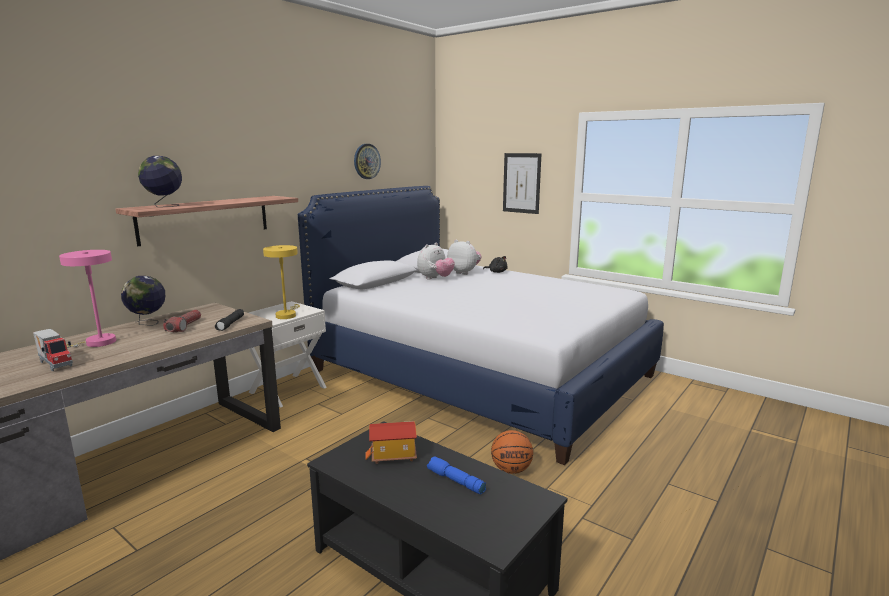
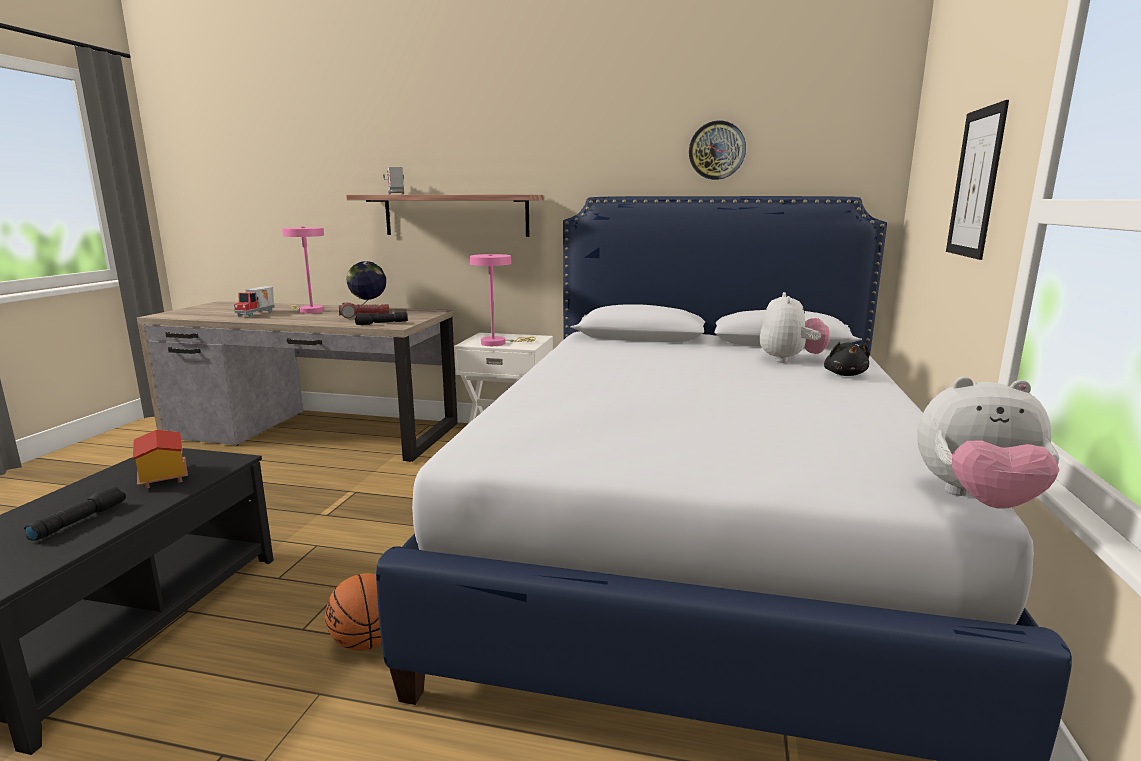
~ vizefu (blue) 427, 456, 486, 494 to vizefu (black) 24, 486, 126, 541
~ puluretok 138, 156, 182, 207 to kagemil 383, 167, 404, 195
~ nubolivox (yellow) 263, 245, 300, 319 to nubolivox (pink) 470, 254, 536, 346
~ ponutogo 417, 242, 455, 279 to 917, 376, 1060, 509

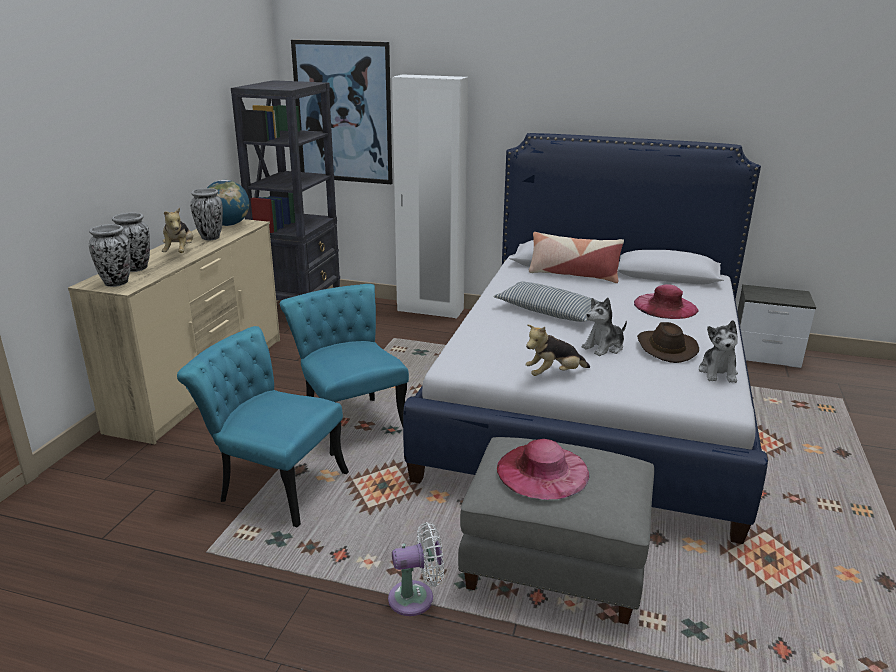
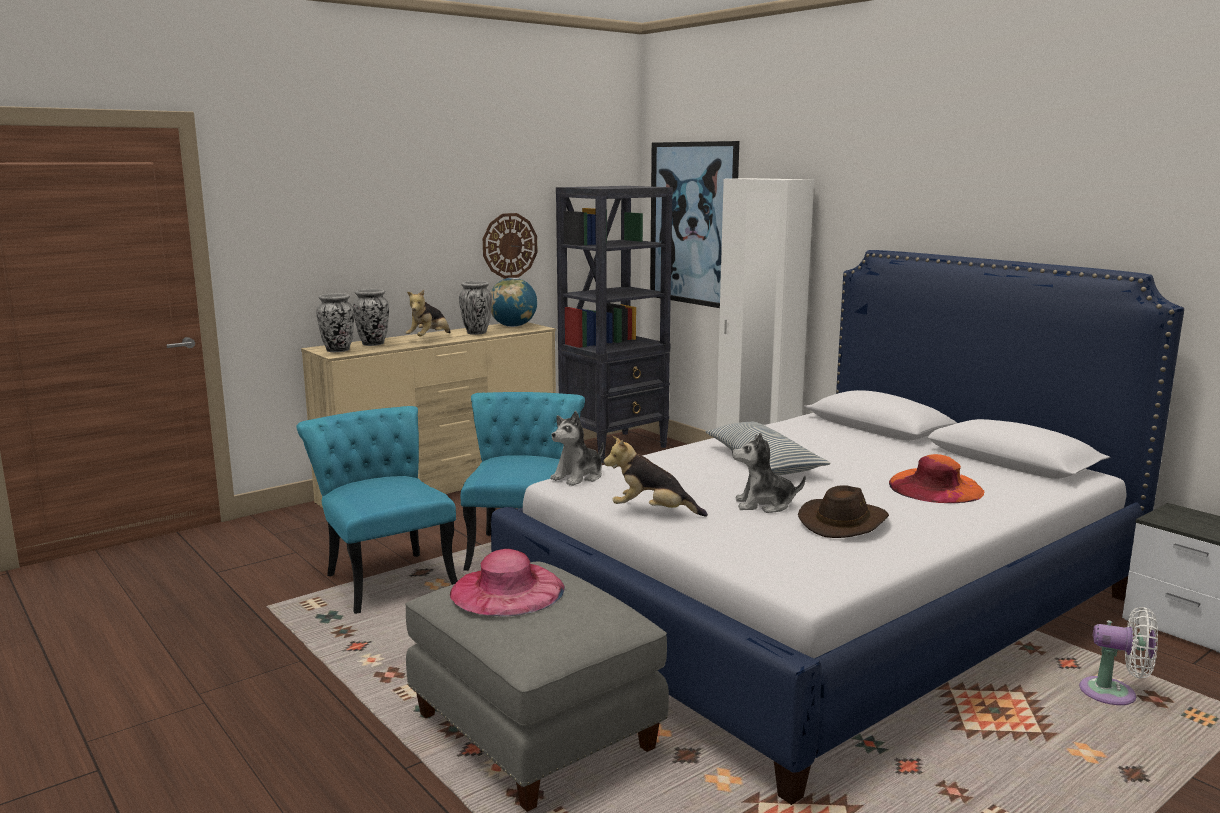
+ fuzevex 483, 213, 537, 279
~ ponutogo 699, 320, 738, 383 to 550, 411, 604, 486
~ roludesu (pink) 634, 284, 698, 319 to roludesu (orange) 889, 454, 984, 503
~ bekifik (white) 388, 522, 444, 616 to 1079, 607, 1158, 705
- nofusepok 529, 232, 624, 283

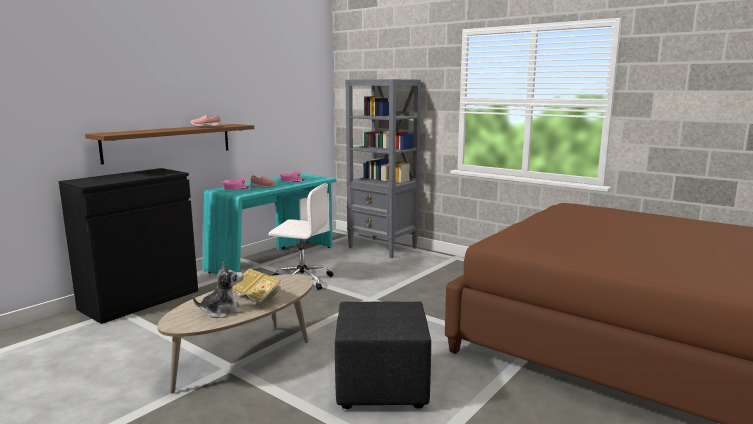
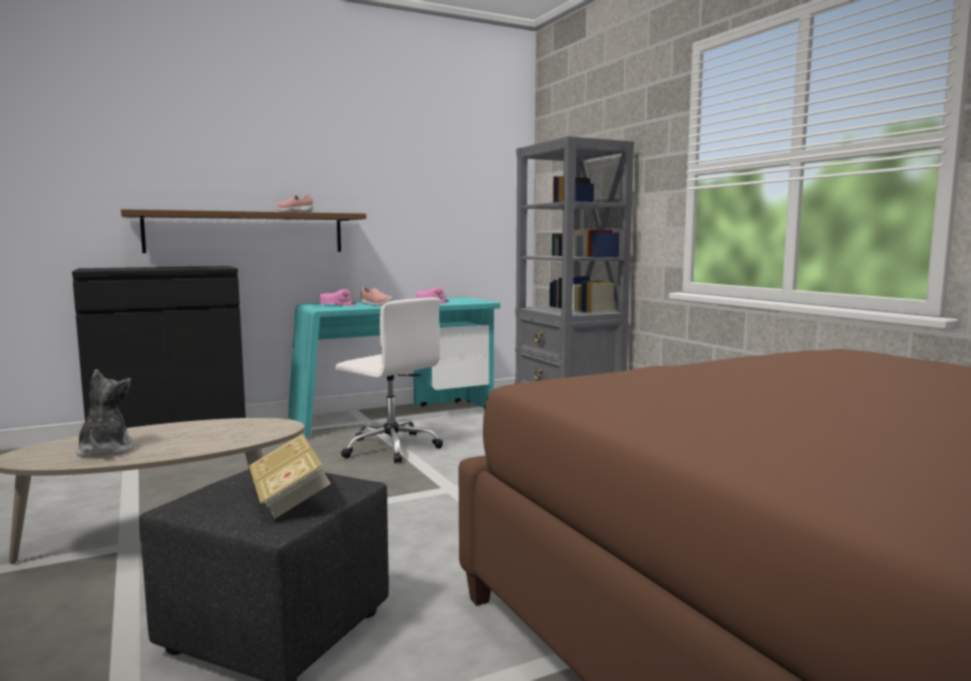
~ ponutogo 193, 261, 243, 318 = 75, 369, 134, 457 105 degrees counterclockwise
~ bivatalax 233, 268, 282, 306 to 249, 434, 331, 519

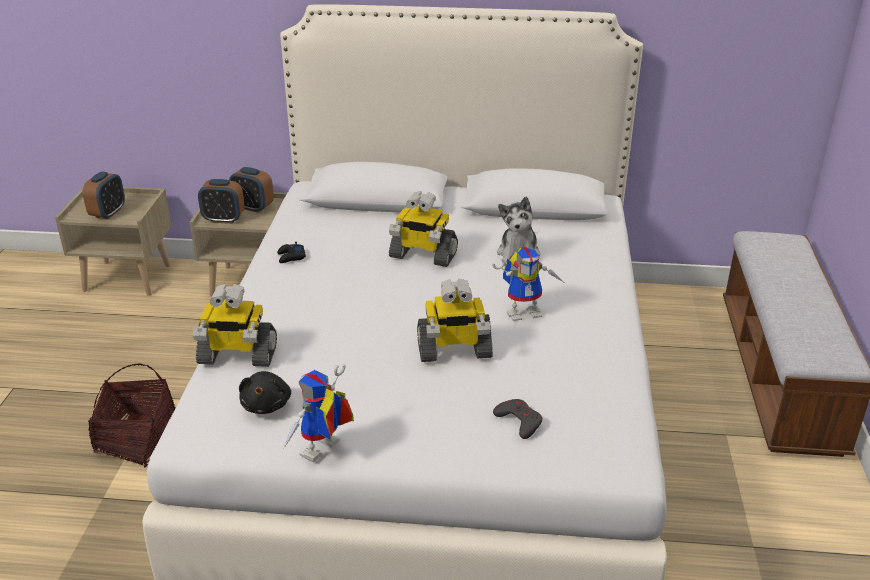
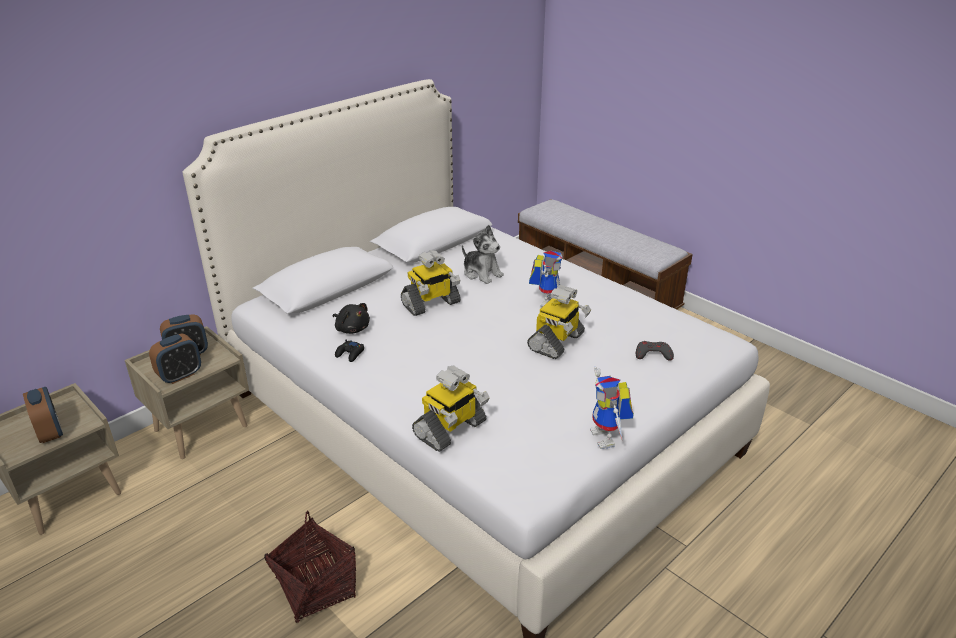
~ ponutogo (black) 239, 371, 291, 414 to 333, 303, 370, 334

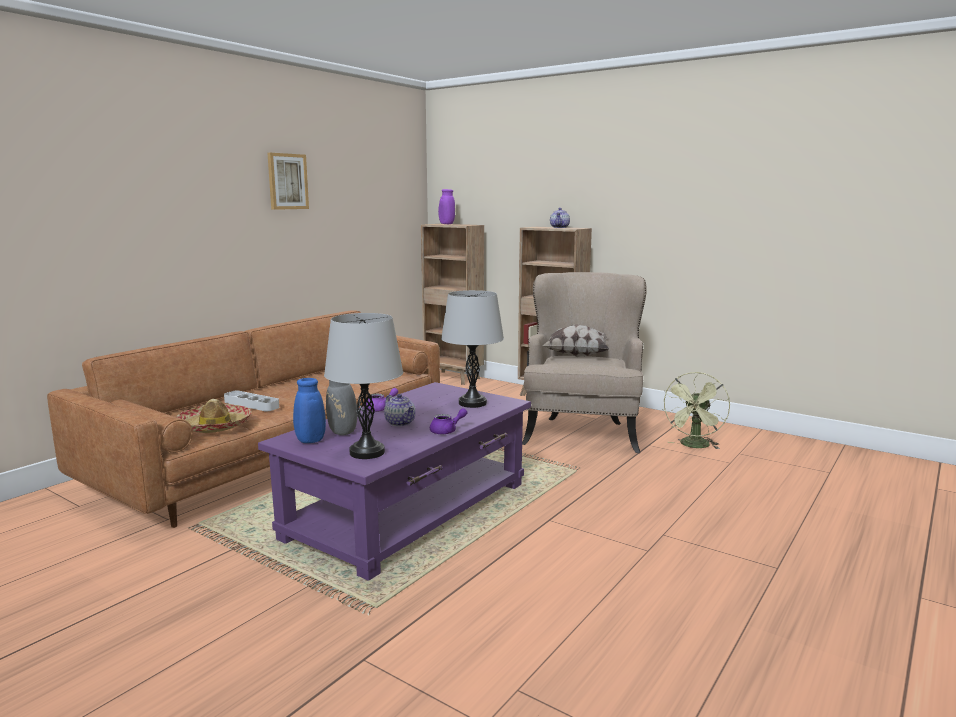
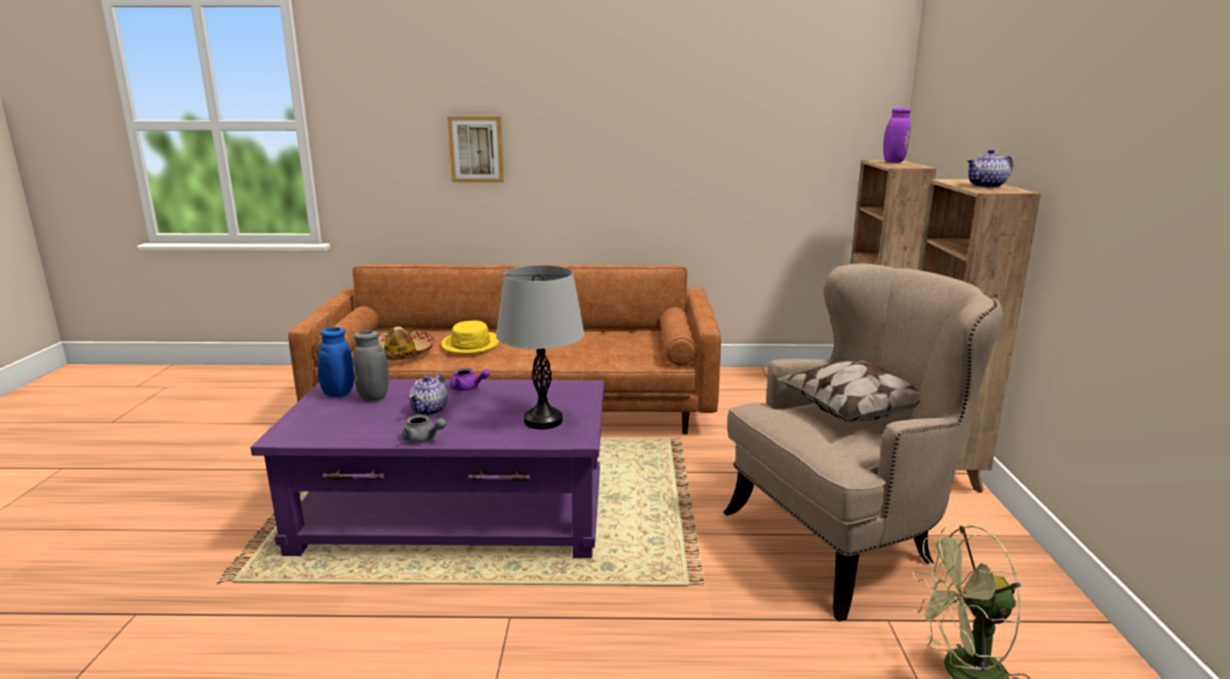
~ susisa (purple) 430, 408, 467, 434 to susisa (grey) 402, 415, 447, 442
~ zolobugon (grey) 224, 390, 279, 412 to roludesu (yellow) 441, 320, 499, 354
~ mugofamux 267, 153, 309, 210 to 447, 117, 504, 182
- nubolivox (grey) 324, 313, 403, 459

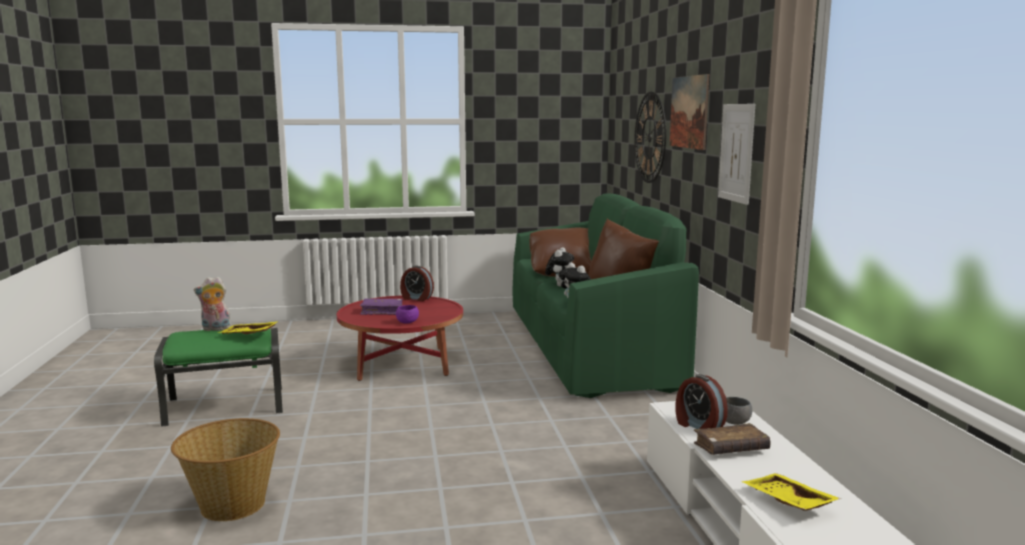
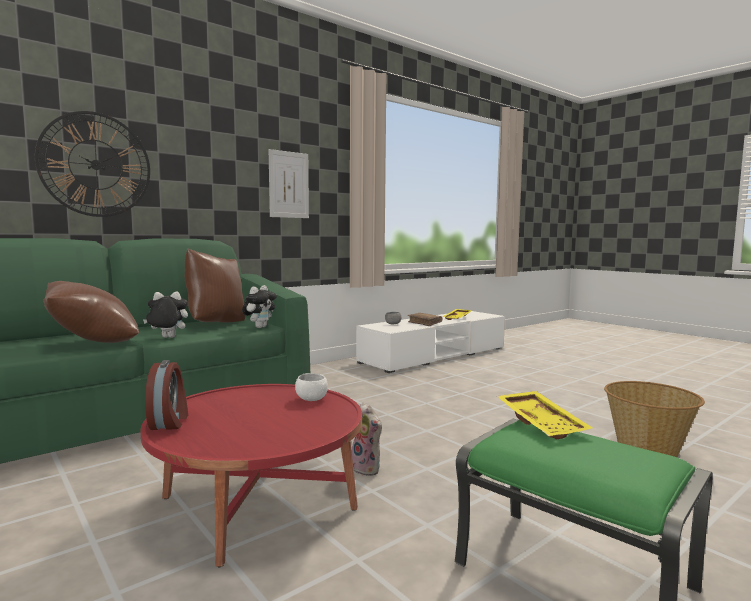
~ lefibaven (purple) 396, 305, 419, 324 to lefibaven (white) 295, 373, 328, 401
~ ponutogo 194, 276, 232, 331 to 352, 403, 383, 476
- bivatalax (purple) 360, 299, 403, 315
- mugofamux 670, 74, 709, 150
- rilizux 675, 374, 728, 429

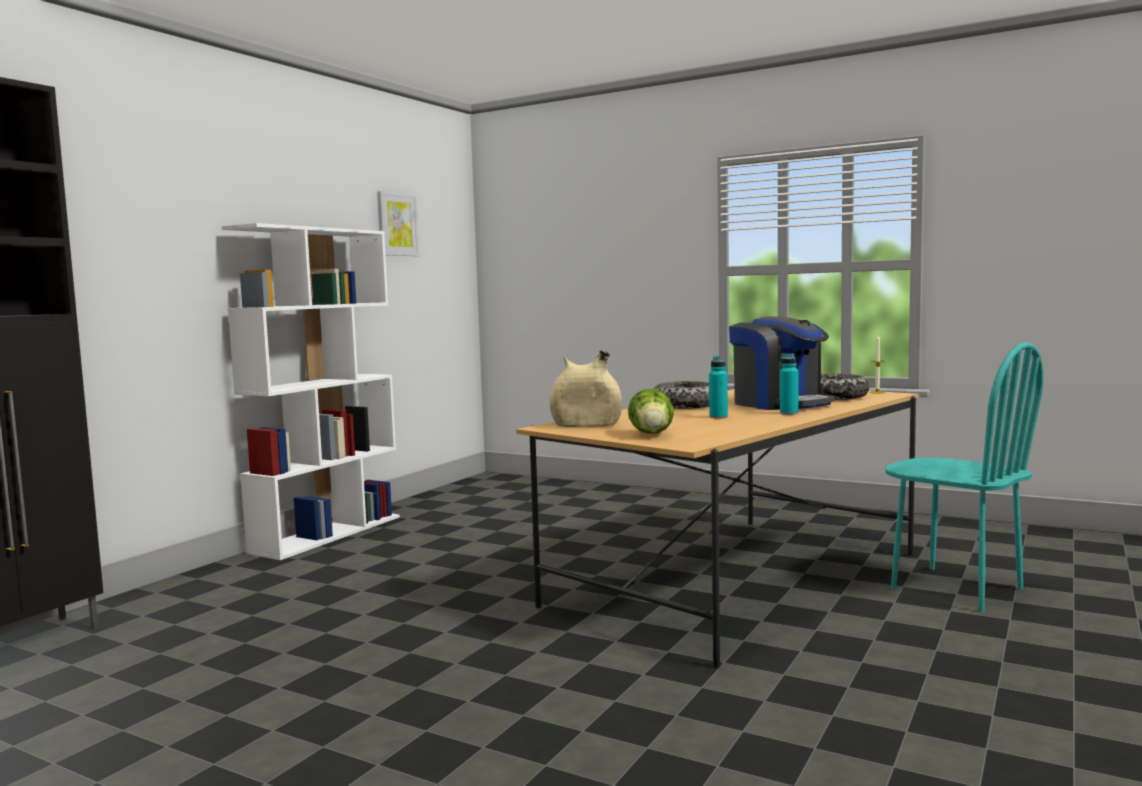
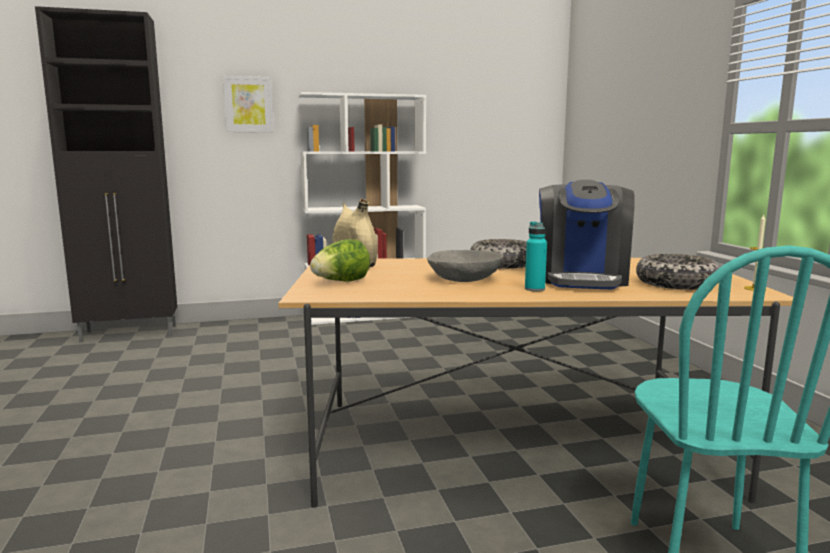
~ mugofamux 377, 191, 419, 256 to 223, 76, 274, 132
~ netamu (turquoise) 709, 356, 728, 419 to lefibaven (grey) 427, 250, 503, 282

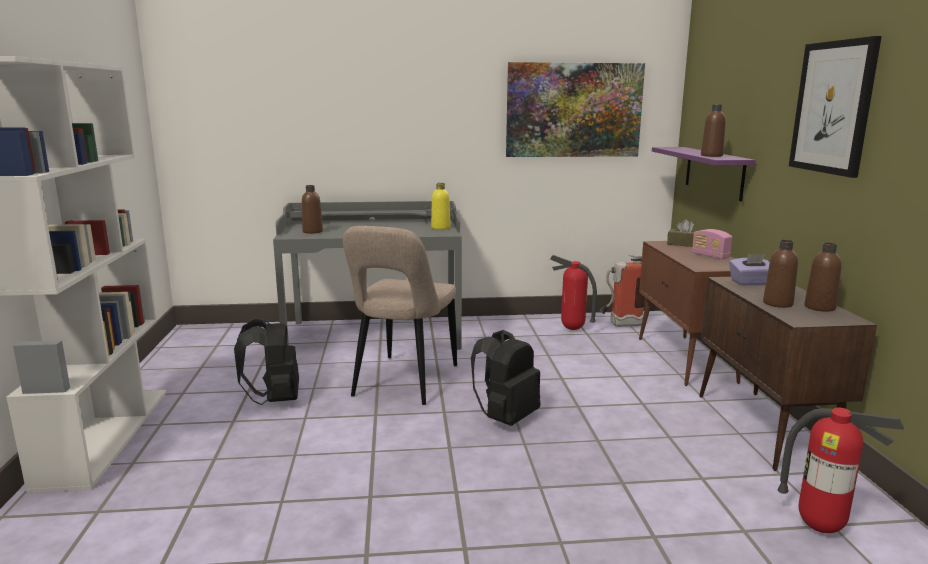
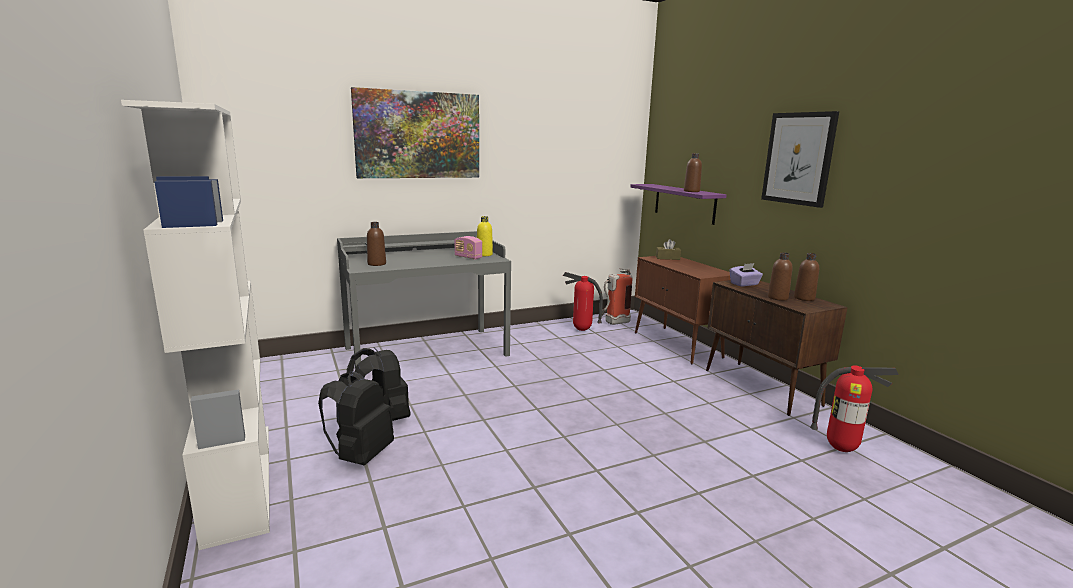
~ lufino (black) 471, 330, 541, 426 to 318, 371, 394, 465
~ mugofamux 506, 62, 645, 157 to 351, 87, 479, 178
~ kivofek 692, 229, 732, 260 to 454, 236, 482, 260
- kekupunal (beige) 343, 226, 457, 405

